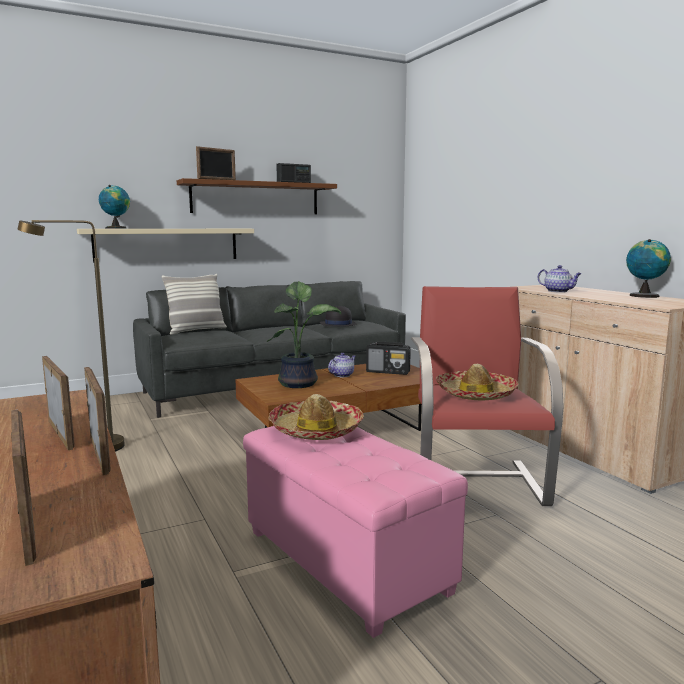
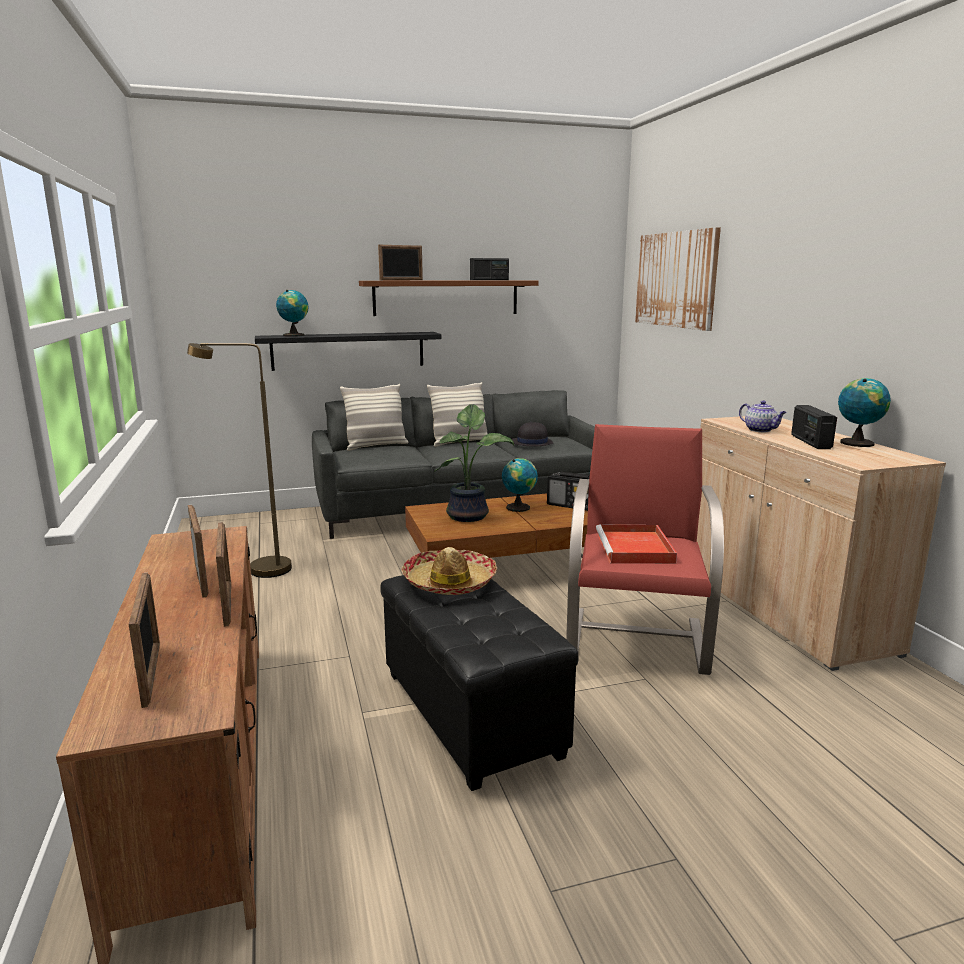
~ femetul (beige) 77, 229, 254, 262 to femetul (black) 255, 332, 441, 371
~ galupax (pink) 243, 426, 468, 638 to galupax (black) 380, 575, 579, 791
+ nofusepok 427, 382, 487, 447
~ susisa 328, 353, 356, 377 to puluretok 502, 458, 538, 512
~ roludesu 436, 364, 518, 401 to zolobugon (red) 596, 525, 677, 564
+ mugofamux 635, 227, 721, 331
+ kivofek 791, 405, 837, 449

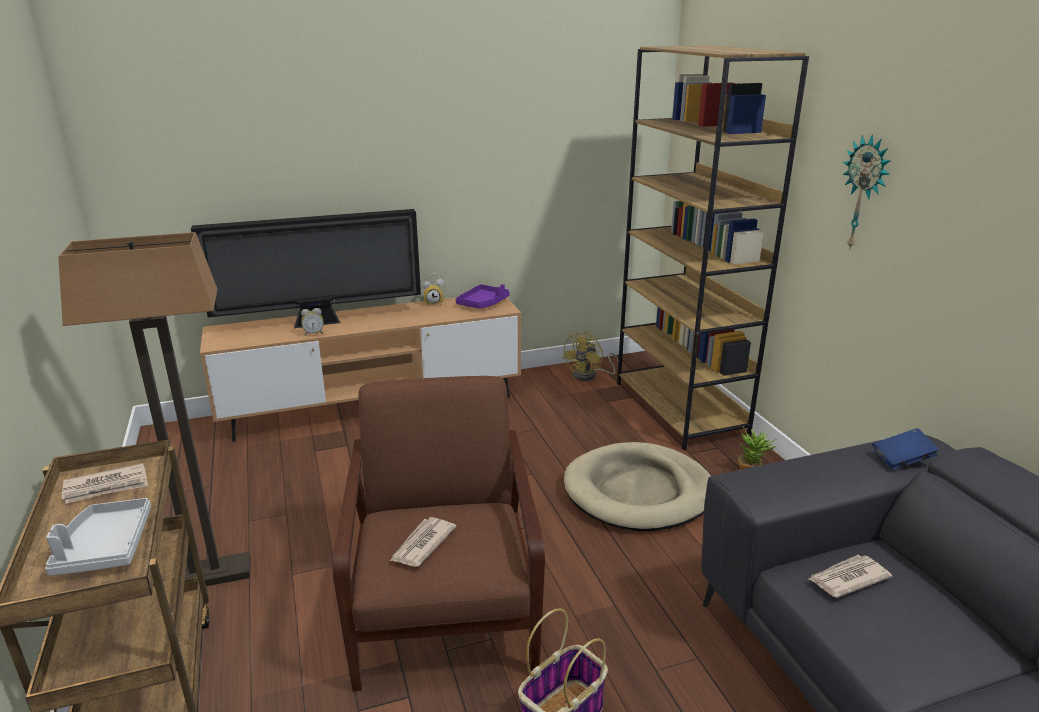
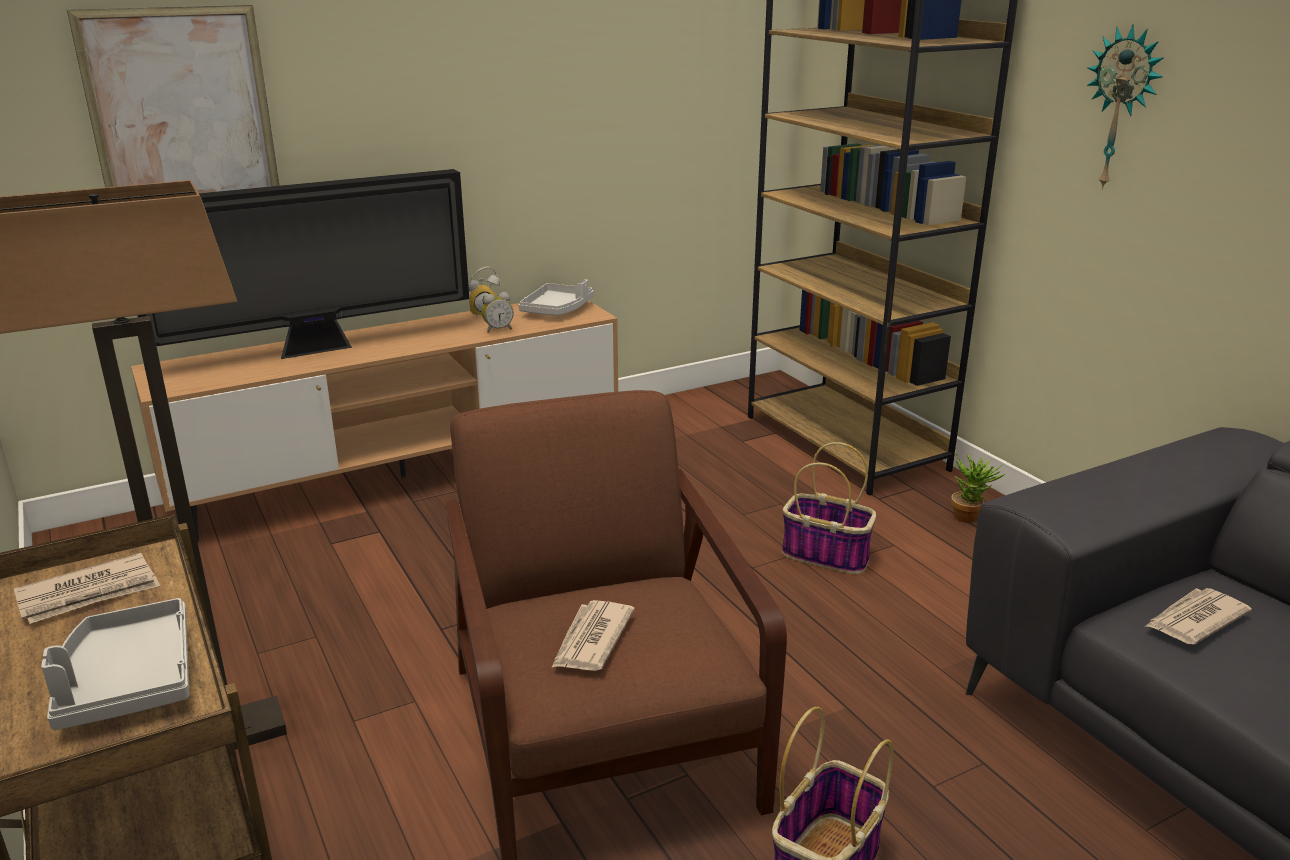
+ mugofamux 67, 5, 279, 193
~ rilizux 301, 308, 324, 336 to 482, 292, 514, 333
~ zolobugon (purple) 456, 284, 510, 309 to zolobugon (grey) 519, 279, 594, 316
~ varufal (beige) 564, 442, 711, 531 to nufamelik 782, 442, 876, 574
- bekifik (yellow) 562, 331, 619, 381
- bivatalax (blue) 873, 428, 939, 470

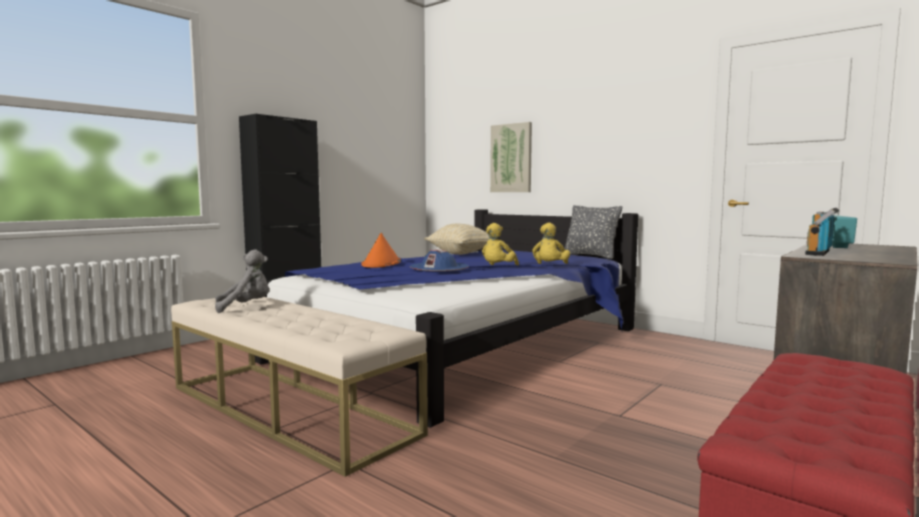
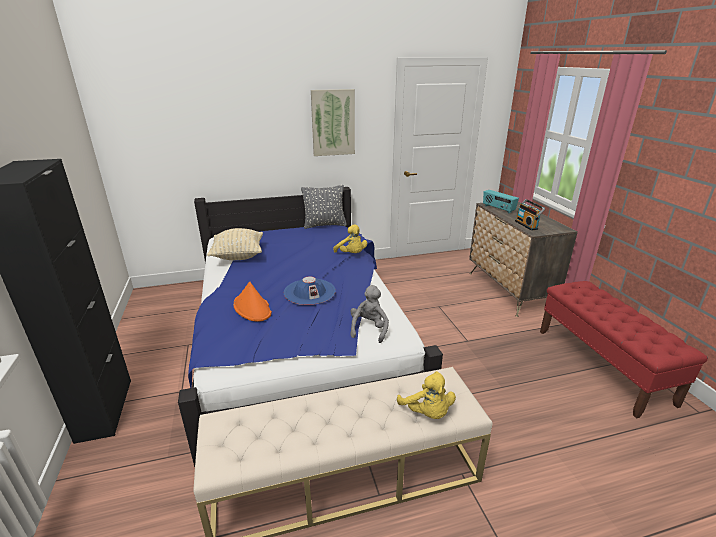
~ mugofamux 490, 122, 532, 192 to 311, 89, 355, 156
~ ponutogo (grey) 215, 249, 269, 313 to 350, 285, 389, 343
~ ponutogo (yellow) 482, 223, 519, 265 to 397, 371, 456, 419

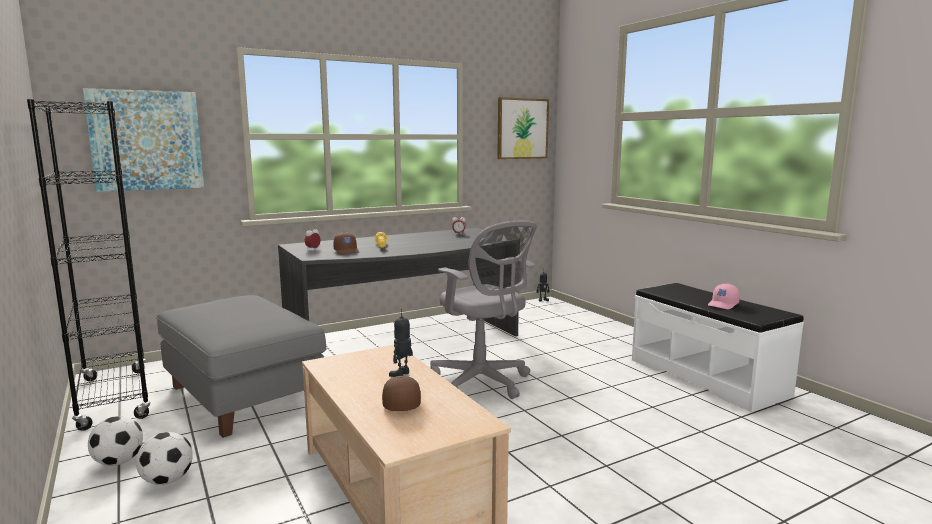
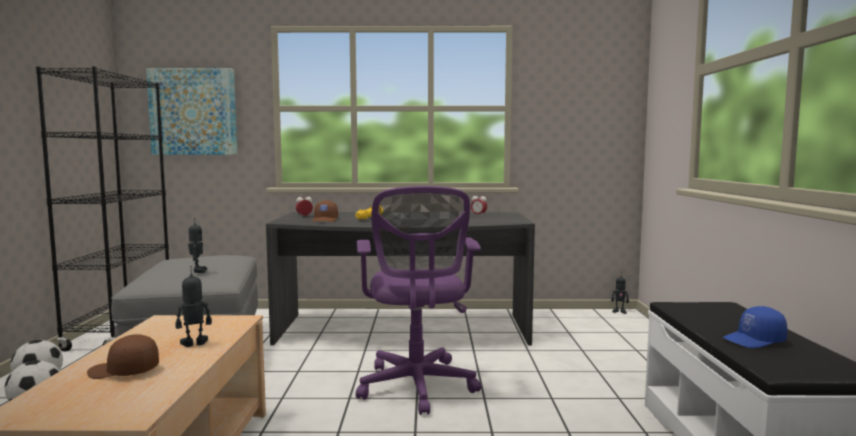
~ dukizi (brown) 382, 376, 421, 411 = 87, 334, 159, 379 105 degrees counterclockwise
+ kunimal 188, 218, 207, 273
~ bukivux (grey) 430, 221, 537, 399 to bukivux (purple) 356, 186, 481, 415
~ dukizi (pink) 708, 284, 740, 309 to dukizi (blue) 723, 306, 787, 348
- mugofamux 497, 97, 549, 159

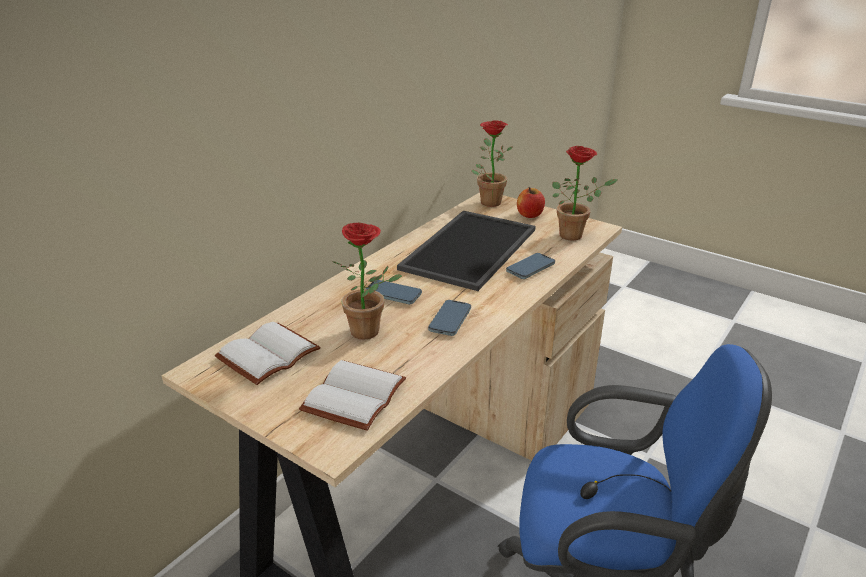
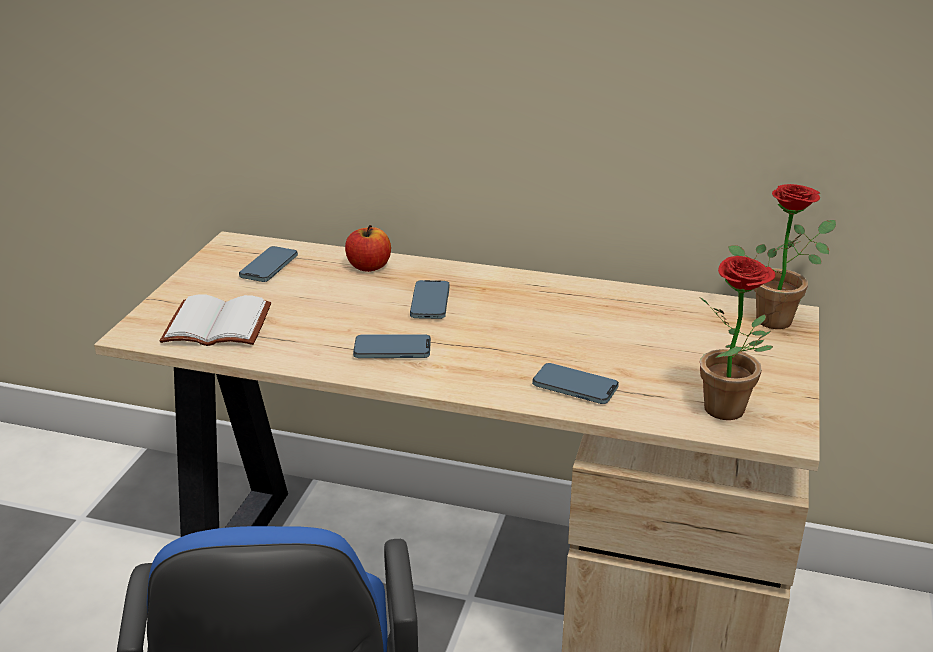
~ bivatalax (white) 215, 322, 321, 385 to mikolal 239, 246, 298, 282
~ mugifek 517, 187, 545, 218 to 345, 225, 391, 272
- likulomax 332, 223, 402, 340
- zolobugon 397, 211, 536, 291

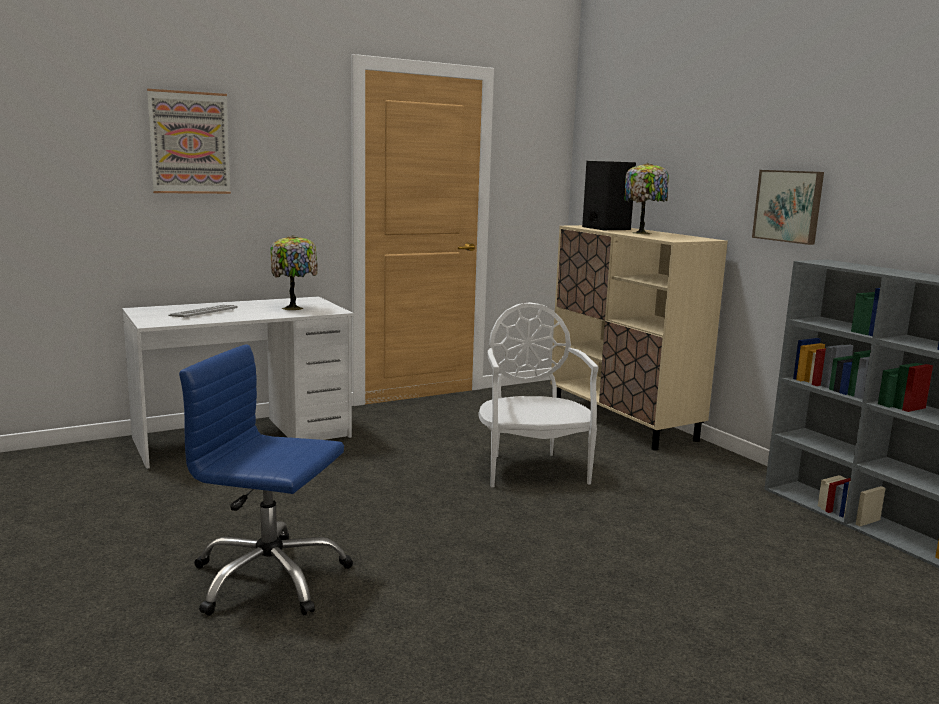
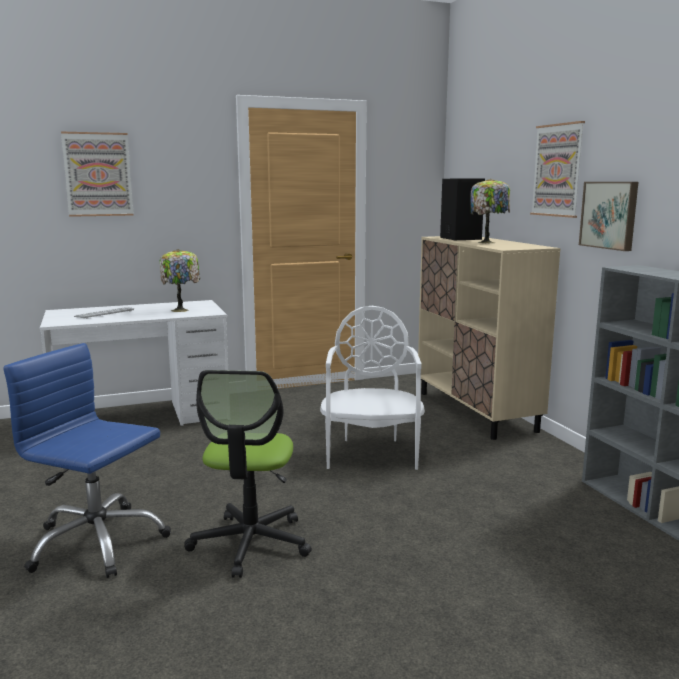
+ bukivux 184, 370, 312, 578
+ mugofamux 530, 121, 585, 218

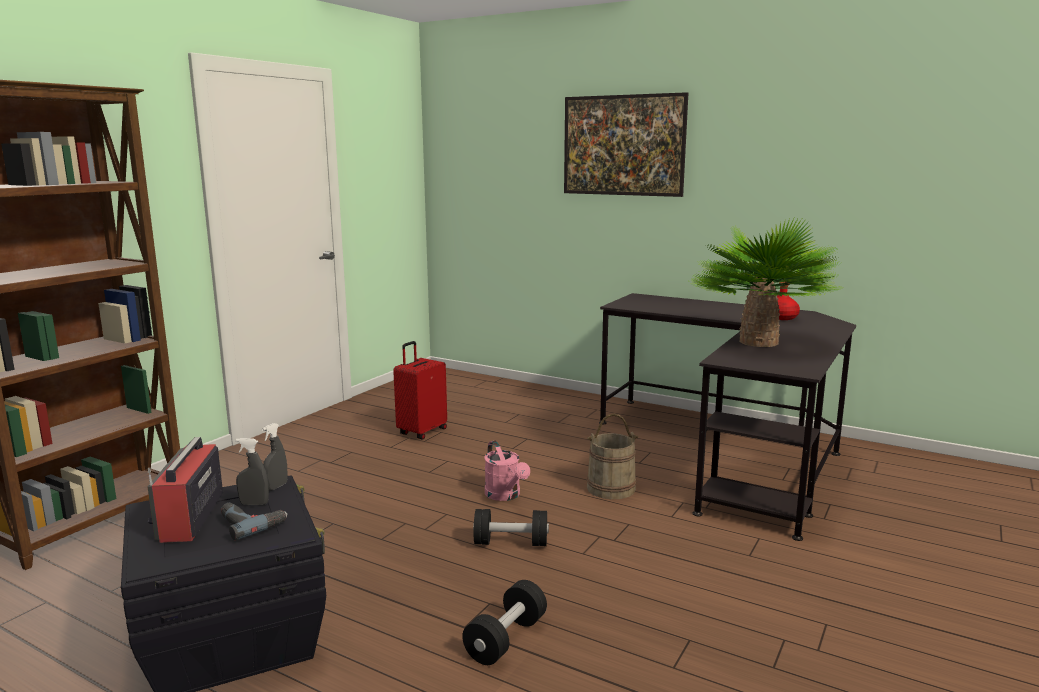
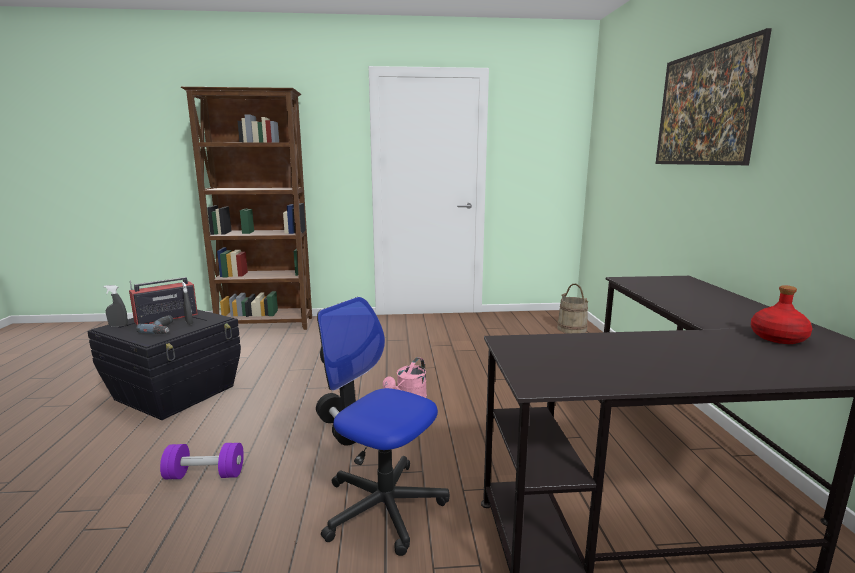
~ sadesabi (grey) 262, 423, 288, 491 to 104, 285, 128, 327
~ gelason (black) 462, 580, 547, 665 to gelason (purple) 160, 443, 244, 479
+ bukivux 317, 297, 450, 556
~ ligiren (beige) 587, 413, 638, 499 to 557, 284, 588, 333
- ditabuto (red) 393, 341, 447, 439
- likulomax 689, 217, 842, 347

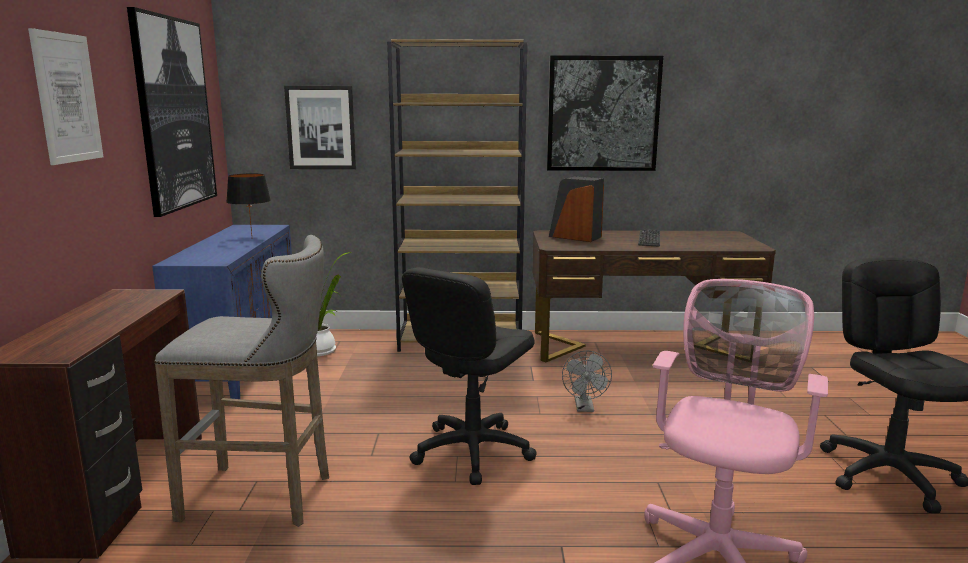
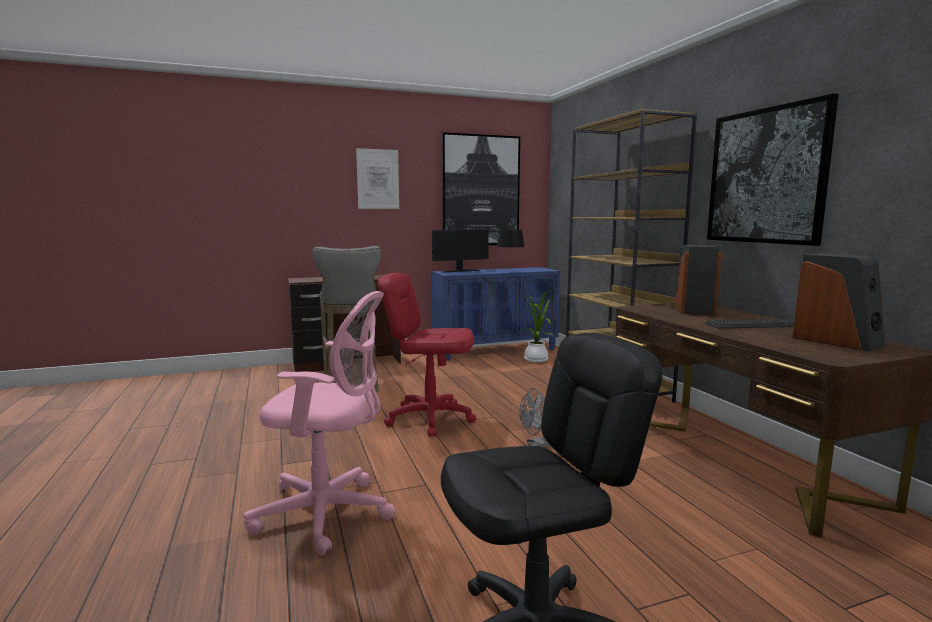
~ bukivux (black) 402, 267, 537, 485 to bukivux (red) 378, 273, 476, 437
+ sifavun 432, 229, 489, 273
+ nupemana 792, 253, 886, 351
- mugofamux 284, 86, 356, 169

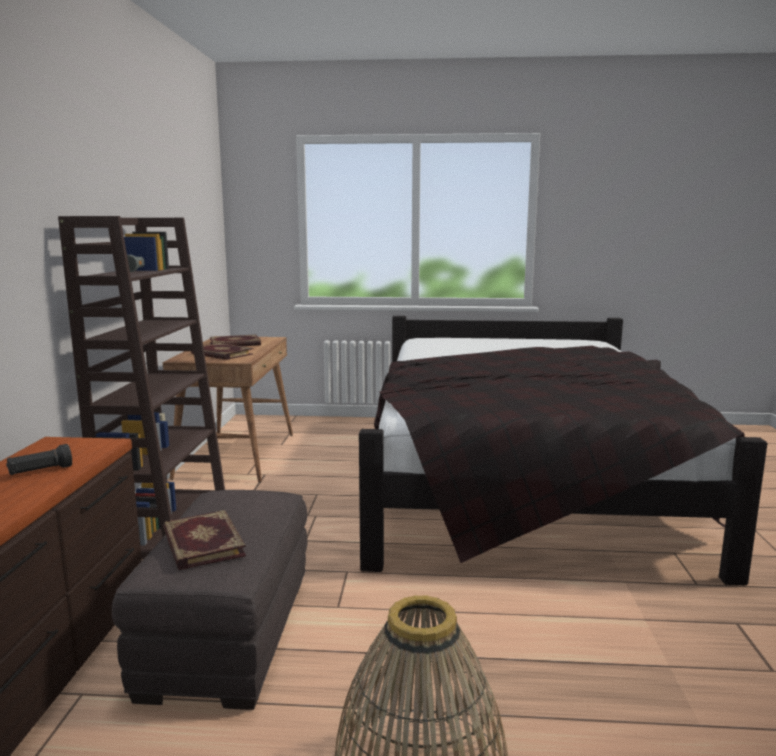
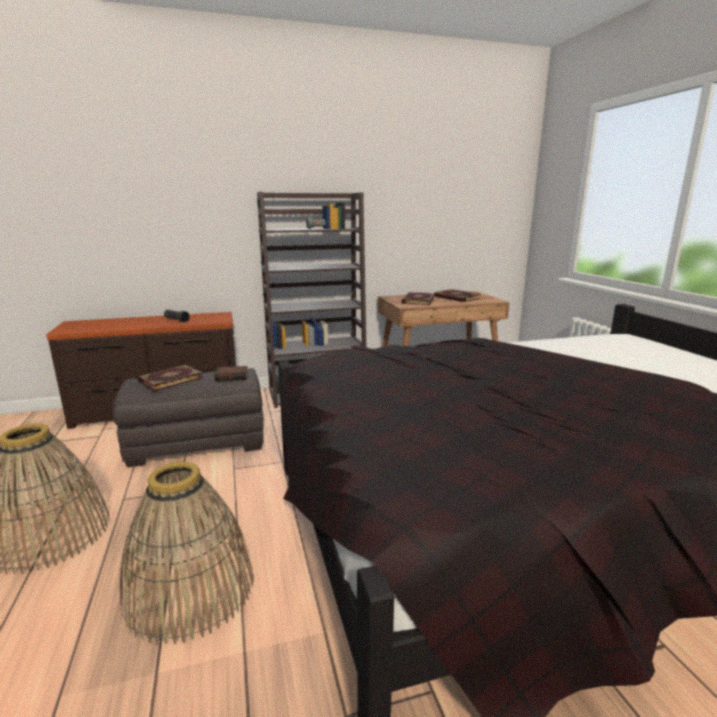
+ nufamelik 120, 461, 254, 645
+ bivatalax 214, 366, 248, 381

